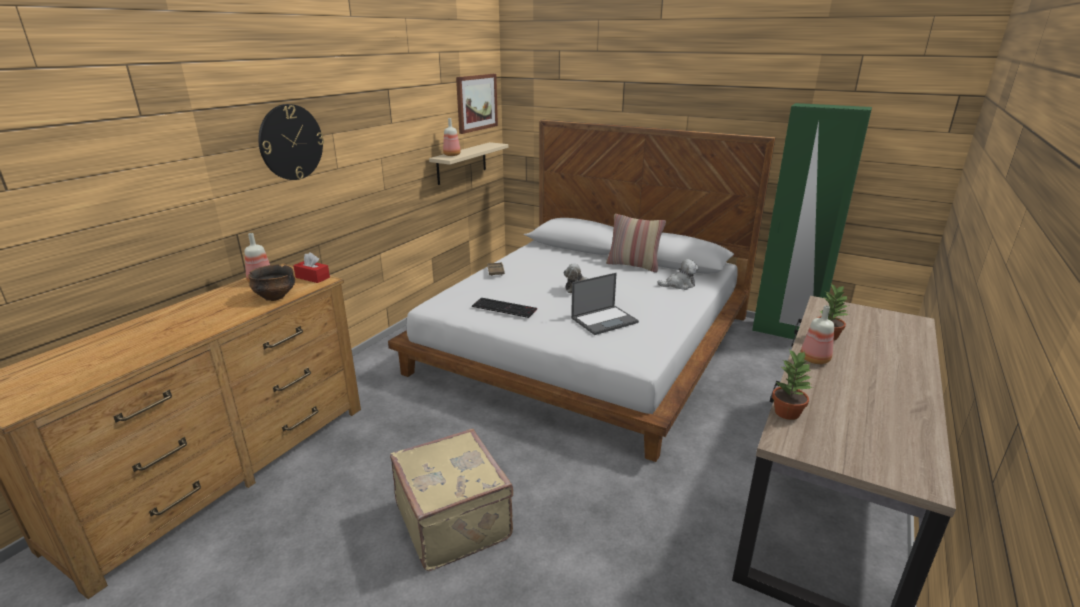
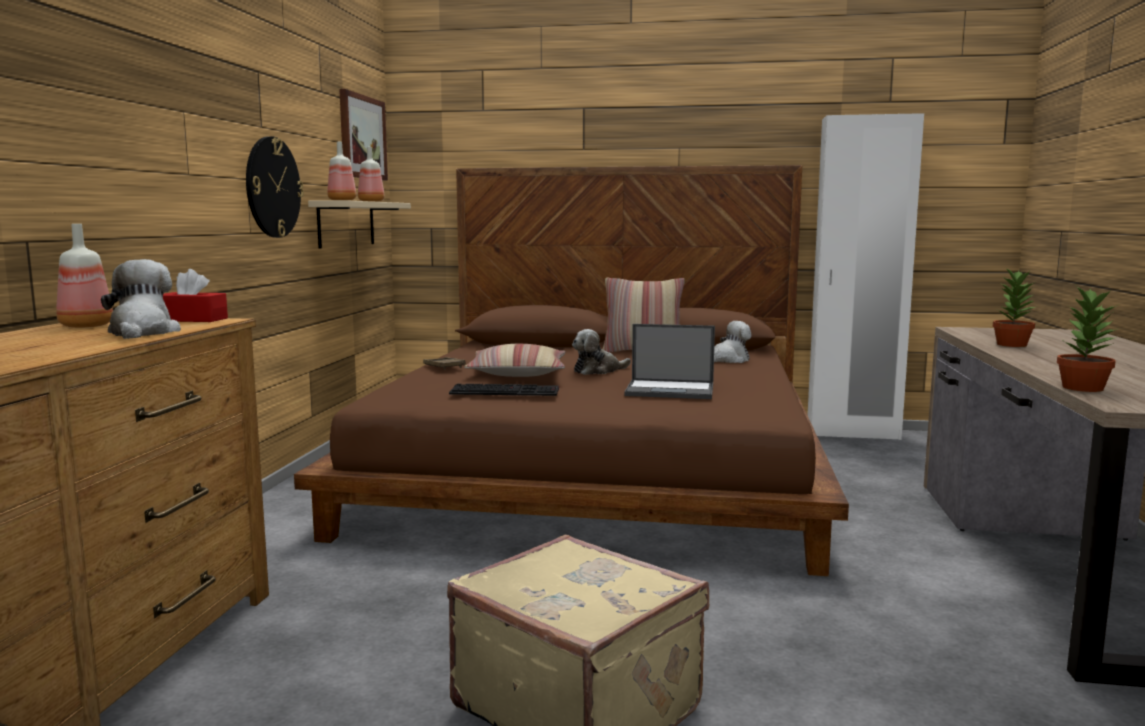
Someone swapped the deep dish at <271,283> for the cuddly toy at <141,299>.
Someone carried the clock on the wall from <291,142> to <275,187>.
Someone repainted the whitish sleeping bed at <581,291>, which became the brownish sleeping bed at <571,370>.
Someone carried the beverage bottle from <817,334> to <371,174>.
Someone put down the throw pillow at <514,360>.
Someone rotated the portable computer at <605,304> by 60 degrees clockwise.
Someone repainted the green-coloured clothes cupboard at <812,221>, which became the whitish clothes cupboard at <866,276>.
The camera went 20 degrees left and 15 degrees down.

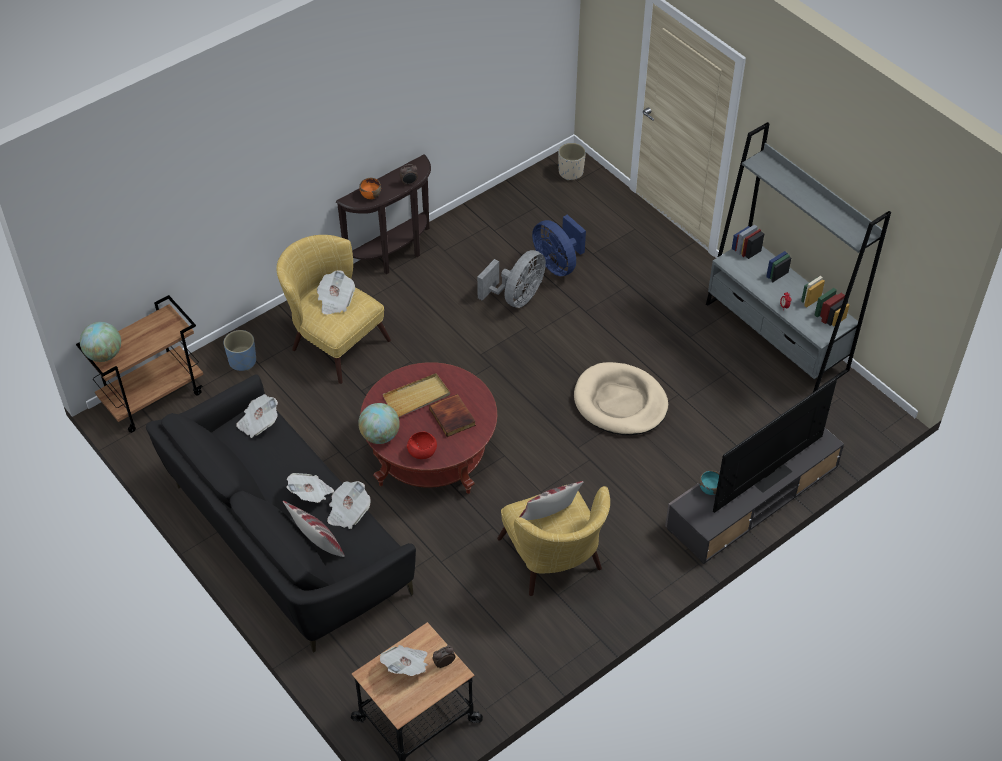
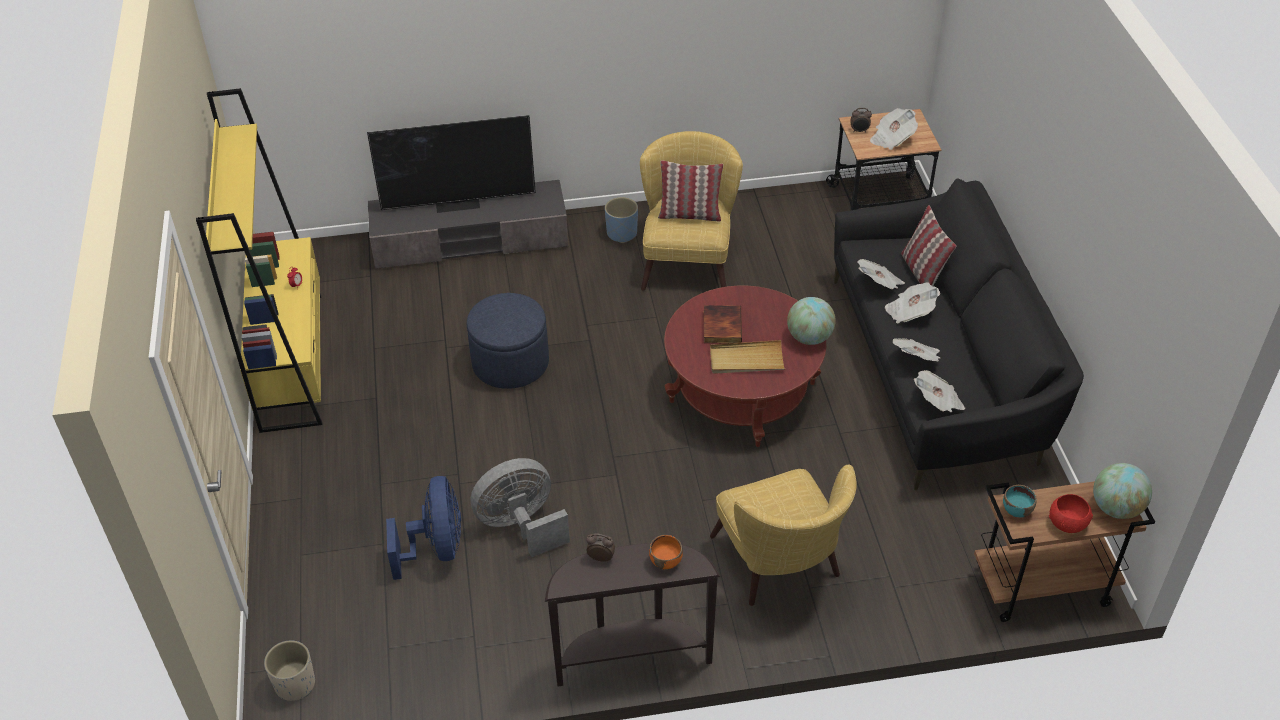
Someone repainted the gray bookshelf at <798,257>, which became the yellowish bookshelf at <259,260>.
Someone swapped the sand-coloured dog cushion at <621,398> for the blue-coloured pouffe at <508,341>.
Someone carried the blue-coloured planter from <240,350> to <621,220>.
Someone carried the daily paper from <336,292> to <916,350>.
Someone carried the blue-green deep dish from <709,483> to <1020,501>.
Someone carried the red-coloured deep dish from <422,445> to <1071,513>.
The camera went 150 degrees left and 5 degrees down.

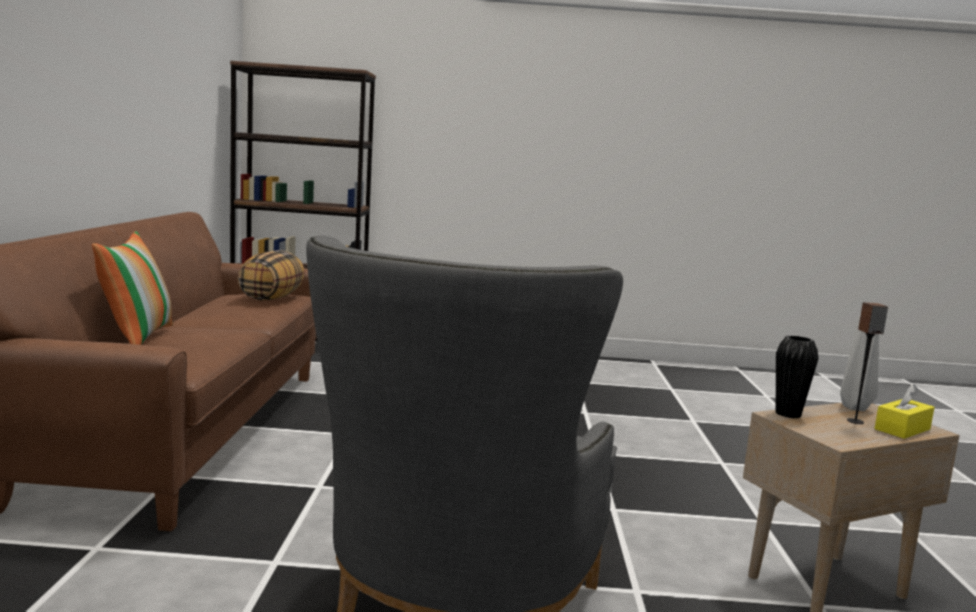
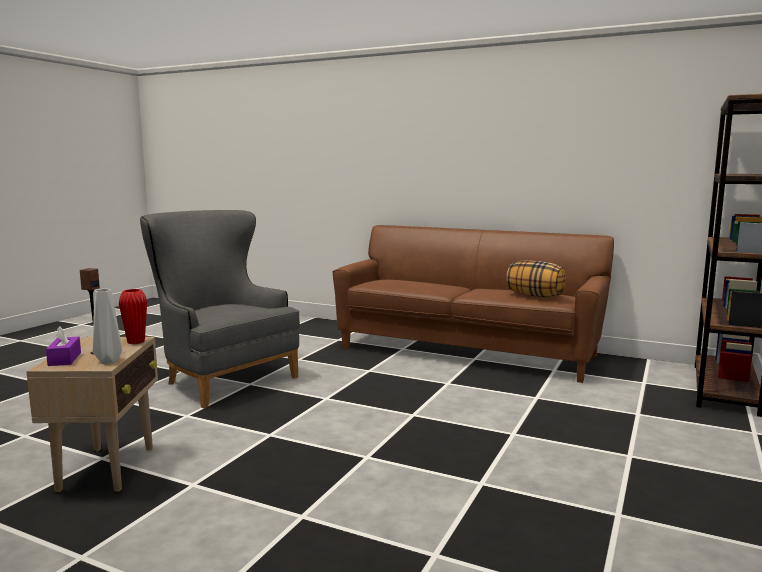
Someone repainted the yellowish box of tissues at <904,411>, which became the purplish box of tissues at <63,346>.
Someone repainted the blackish flower vase at <797,377>, which became the red-coloured flower vase at <133,316>.
Someone took away the throw pillow at <132,288>.
The camera went 115 degrees right and 0 degrees up.

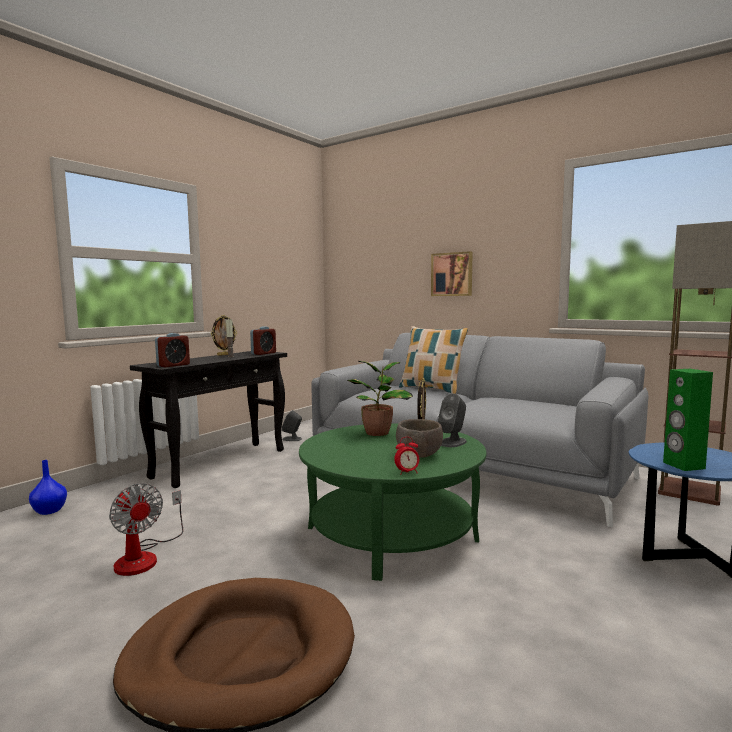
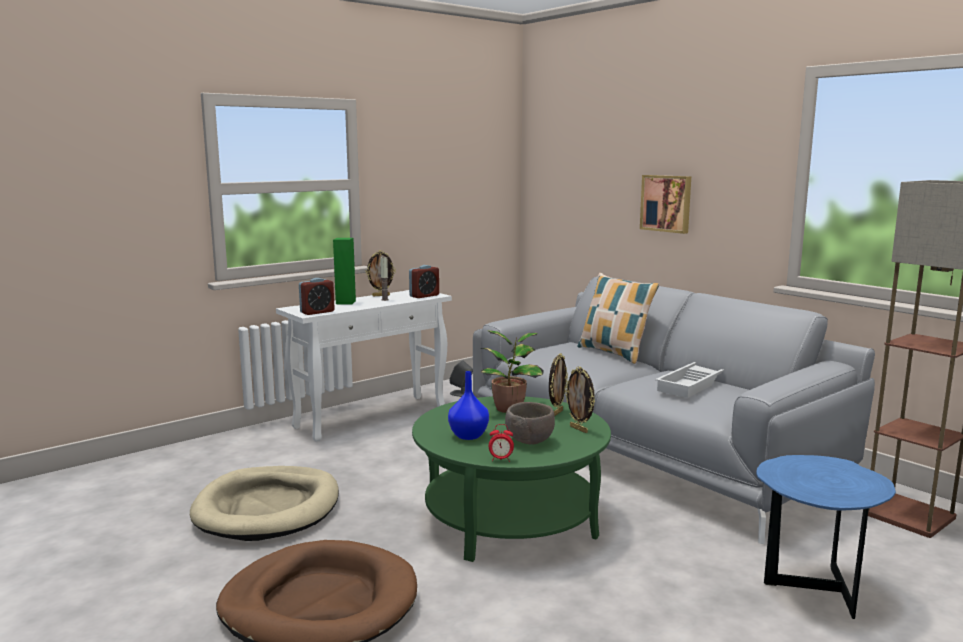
Someone swapped the electric fan at <146,529> for the sand-coloured dog cushion at <264,503>.
Someone repainted the blackish hall table at <208,419>, which became the whitish hall table at <364,366>.
Someone carried the green-coloured loudspeaker from <688,420> to <344,271>.
Someone carried the blue-coloured flower vase from <48,487> to <468,405>.
Someone swapped the gray loudspeaker at <452,420> for the photo frame at <579,399>.
Someone put down the whitish carrying tray at <689,380>.
The camera went 15 degrees right and 5 degrees up.

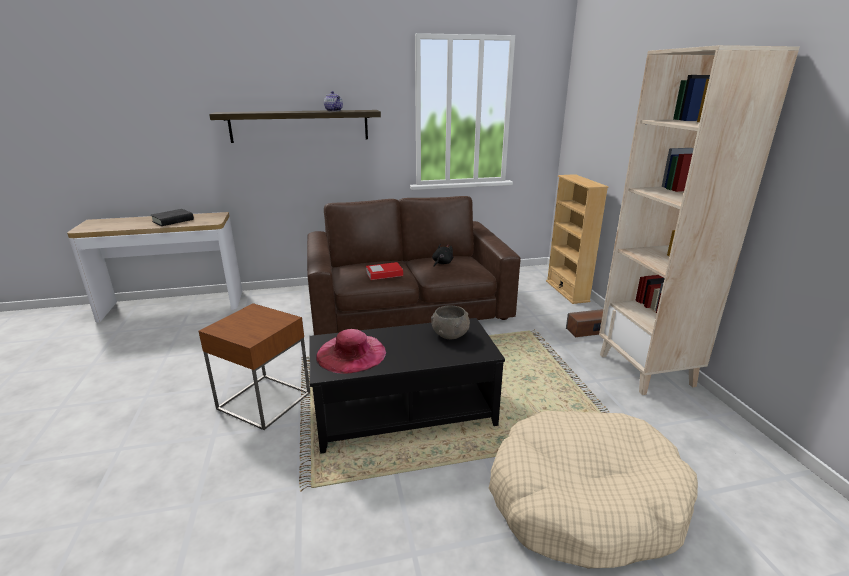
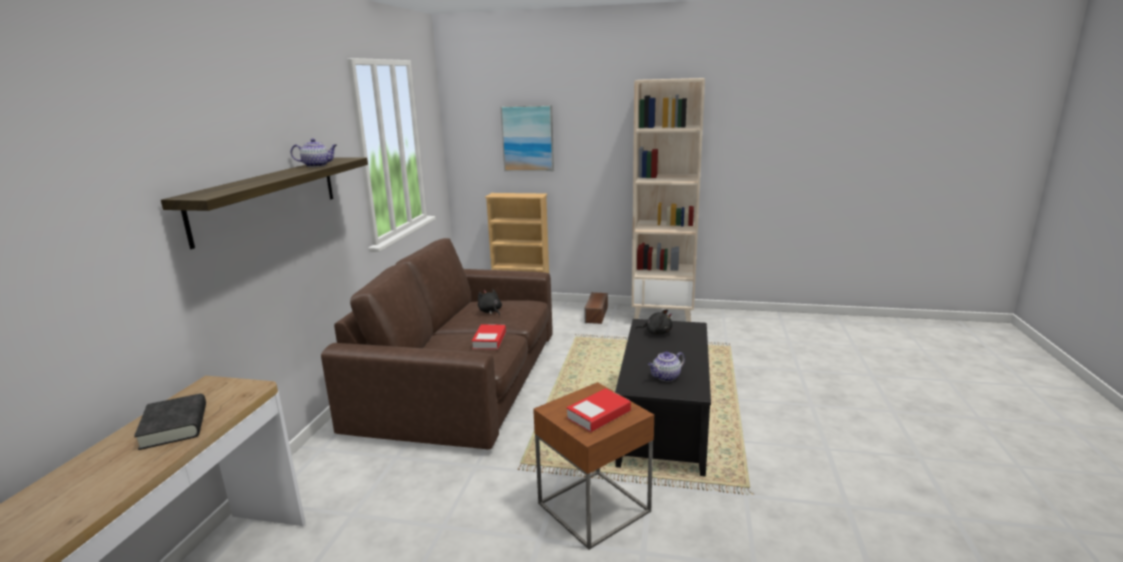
Someone put up the wall art at <527,138>.
Someone put down the bound book at <598,410>.
Someone swapped the gray deep dish at <450,322> for the blackish cuddly toy at <654,322>.
Someone swapped the pink wearable hat at <351,351> for the tea pot at <666,366>.
Someone took away the sand-coloured dog cushion at <593,489>.
The camera went 65 degrees left and 5 degrees down.

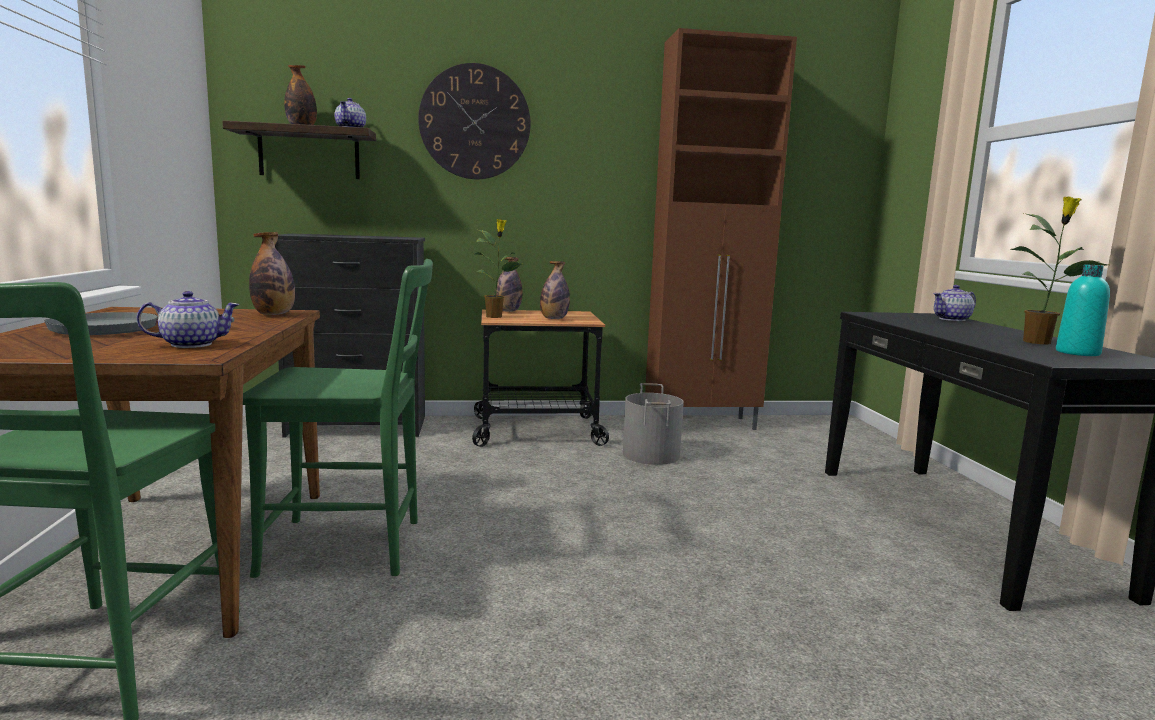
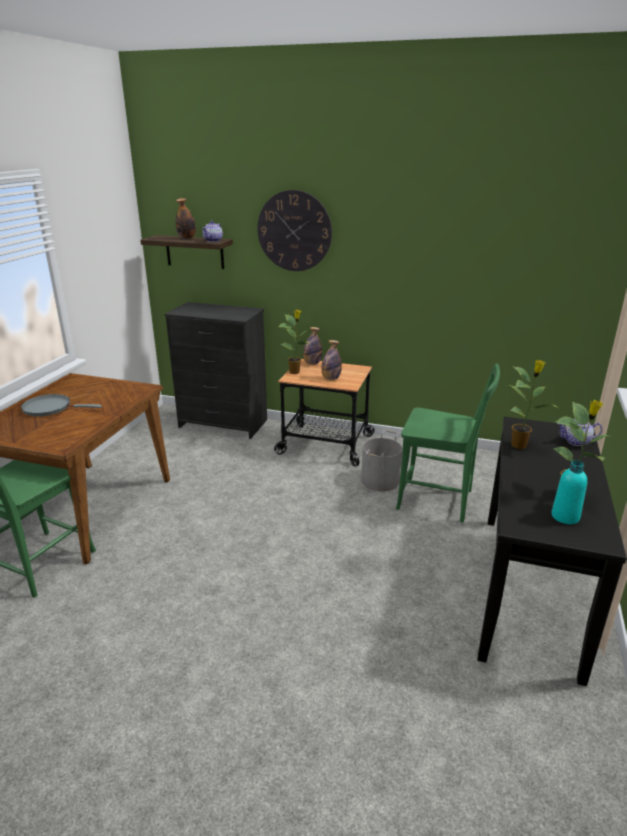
Someone carried the green-coloured plain chair from <338,418> to <448,443>.
Someone put down the plant in a pot at <531,404>.
Someone took away the tea pot at <188,319>.
Someone took away the beverage bottle at <272,273>.
Someone took away the brownish cabinet at <721,229>.
The camera went 25 degrees right and 15 degrees up.

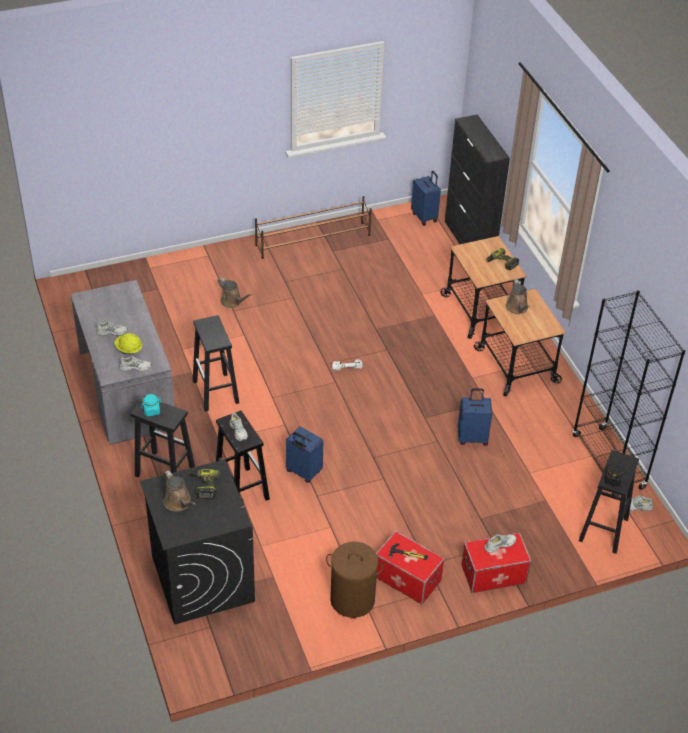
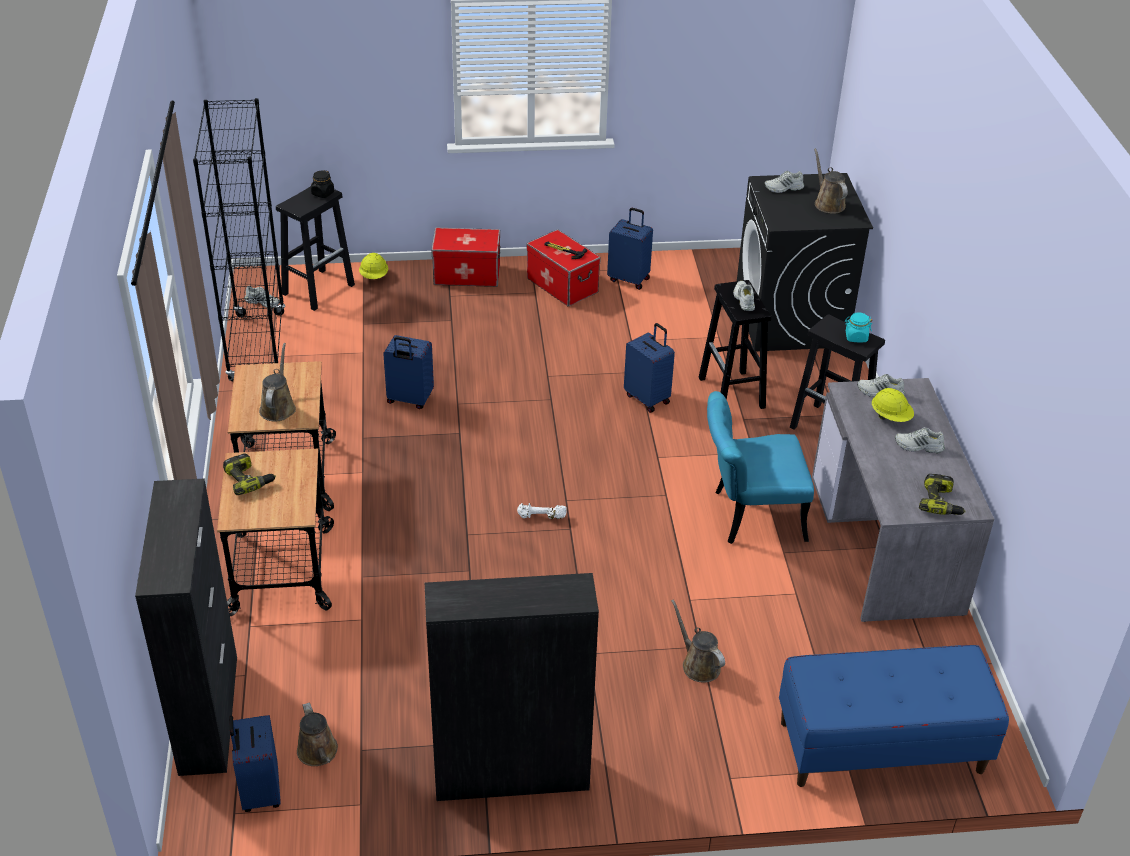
Someone put down the brownish watering pot at <317,734>.
Someone put down the yellowish work helmet at <373,266>.
Someone swapped the brownish shoe rack at <313,227> for the blackish cabinet at <512,687>.
Someone swapped the brownish laundry basket at <354,579> for the blue-coloured travel case at <630,249>.
Someone swapped the blackish stool at <216,363> for the blue-green plain chair at <760,467>.
Someone carried the whitish item of footwear from <500,543> to <784,182>.
Someone put down the blue-coloured indoor bench at <894,716>.
Someone carried the power drill from <204,484> to <942,494>.
The camera went 165 degrees left and 5 degrees down.

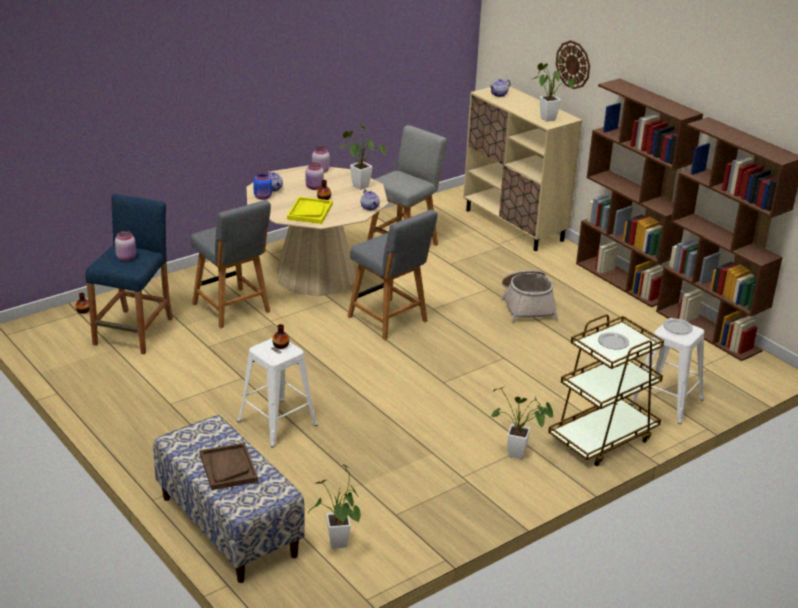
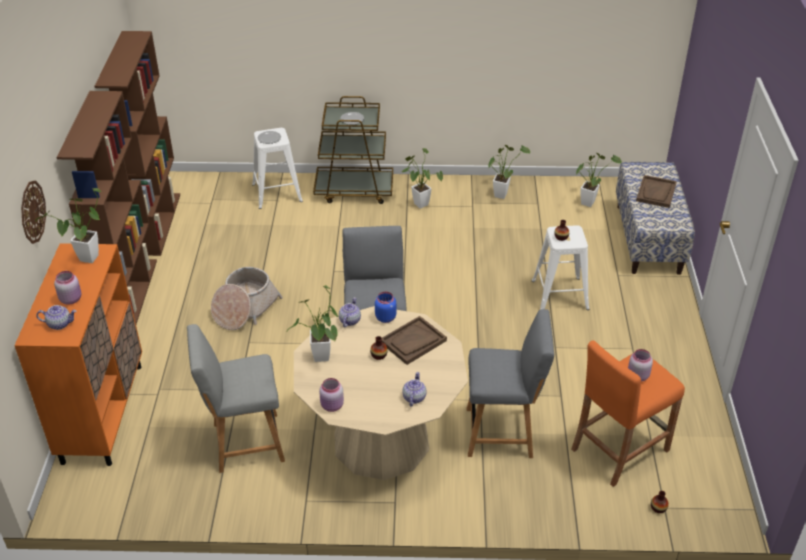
Someone repainted the sand-coloured cabinet at <522,168>, which became the orange-coloured cabinet at <78,354>.
Someone carried the pink storage jar from <315,176> to <67,288>.
Someone carried the blue-coloured storage jar from <262,186> to <385,307>.
Someone repainted the yellowish carrying tray at <310,210>, which became the brownish carrying tray at <414,340>.
Someone rotated the gray plain chair at <231,264> by 90 degrees clockwise.
Someone put down the plant in a pot at <509,172>.
Someone repainted the blue-coloured stool at <129,274>, which became the orange-coloured stool at <628,413>.
The camera went 140 degrees left and 10 degrees up.

